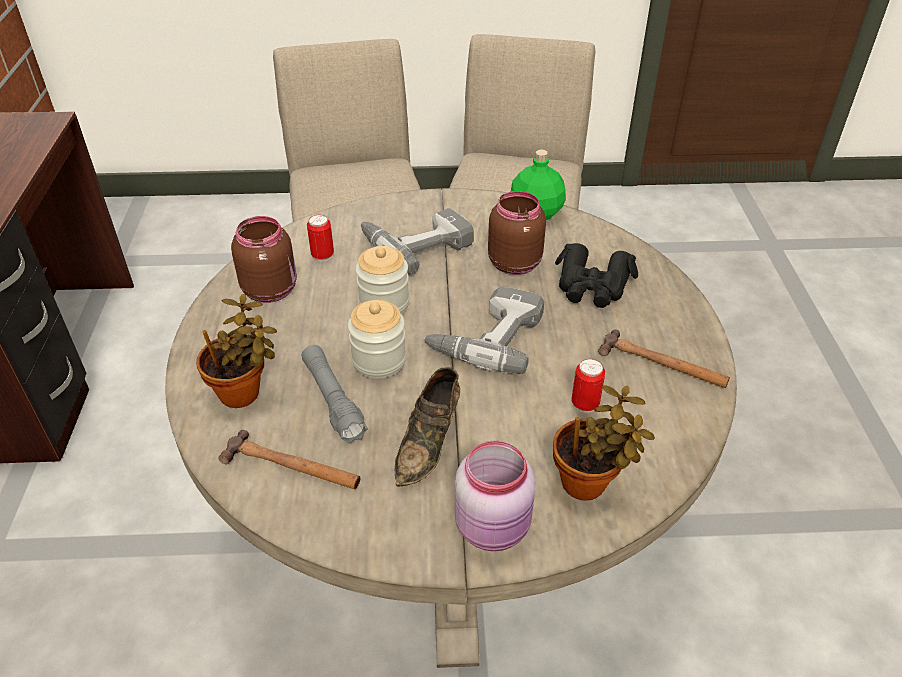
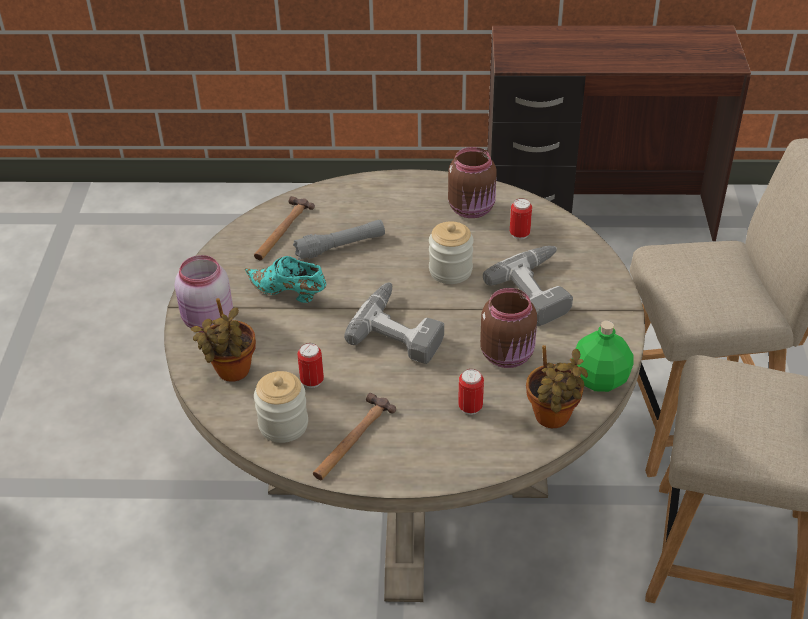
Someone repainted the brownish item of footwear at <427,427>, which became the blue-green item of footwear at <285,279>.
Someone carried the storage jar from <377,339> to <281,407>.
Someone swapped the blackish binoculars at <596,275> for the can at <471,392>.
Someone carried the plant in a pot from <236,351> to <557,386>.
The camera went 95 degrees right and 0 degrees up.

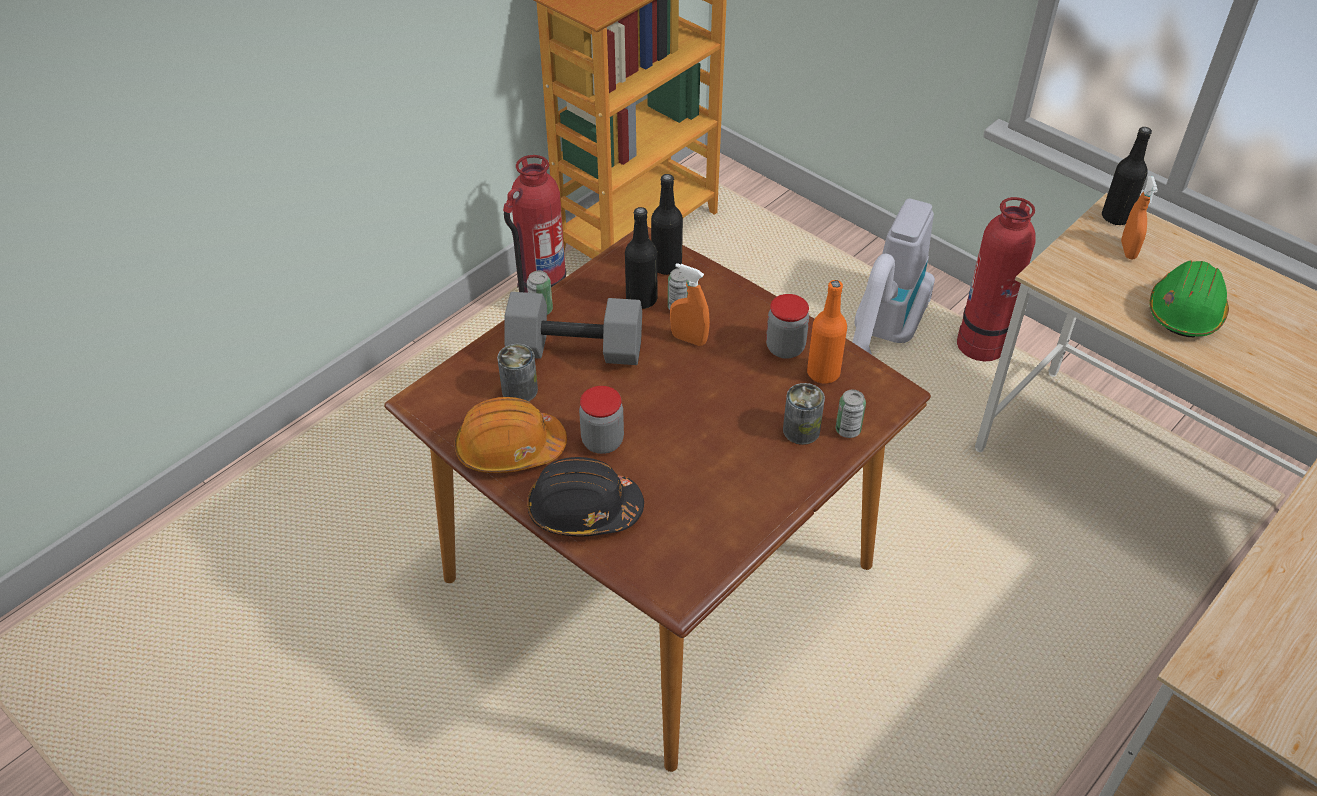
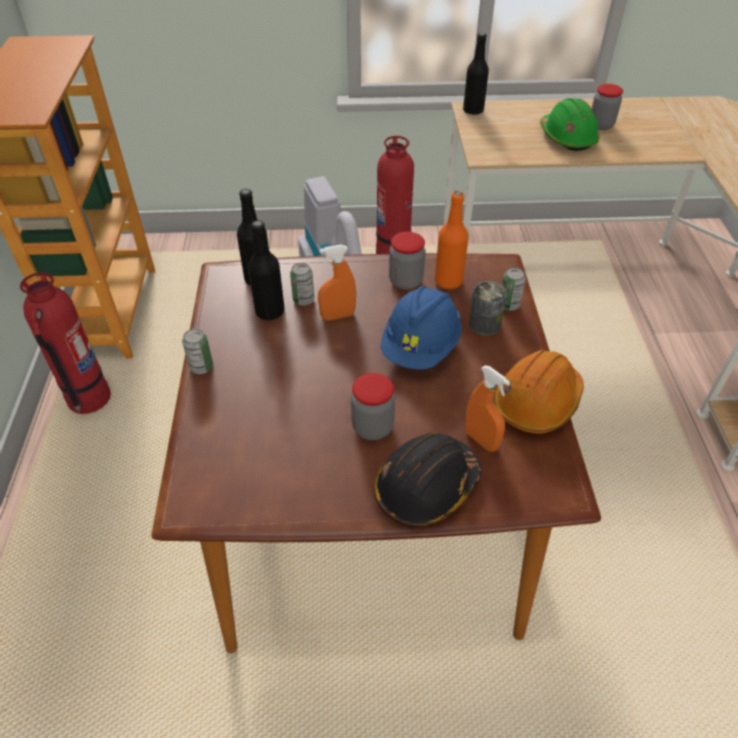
Someone put down the blue-coloured work helmet at <421,328>.
Someone carried the orange-coloured hand sprayer from <1139,218> to <487,408>.
Someone carried the orange-coloured work helmet from <511,435> to <539,392>.
Someone put down the storage jar at <607,107>.
Someone took away the can at <517,373>.
Someone took away the gray hand weight at <573,328>.
The camera went 45 degrees left and 0 degrees up.

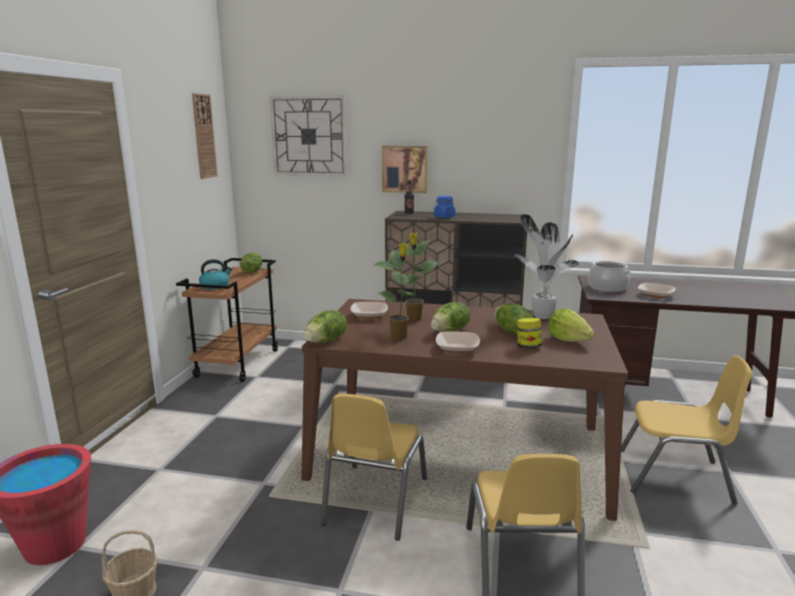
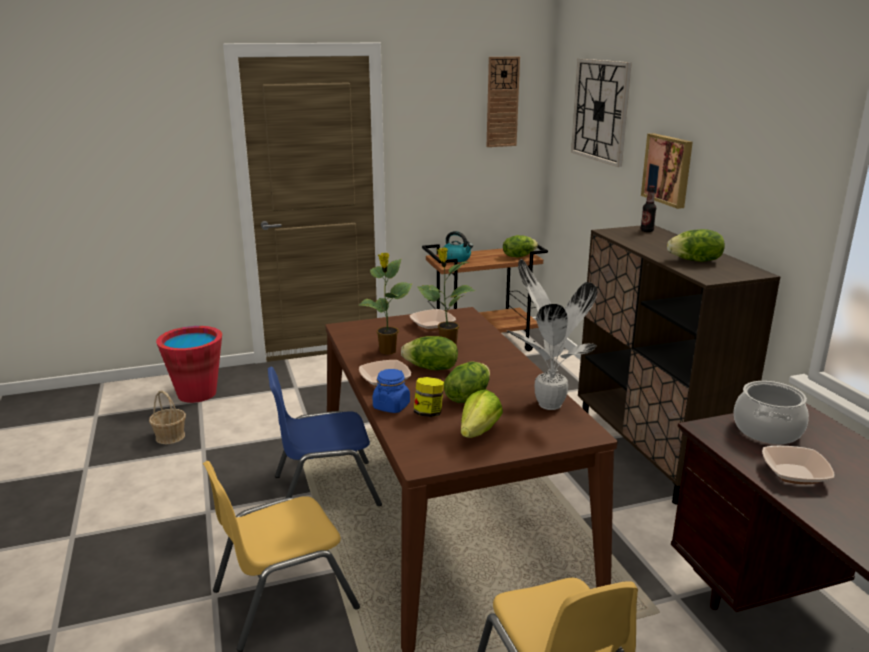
Someone repainted the yellowish plain chair at <373,467>, which became the blue-coloured plain chair at <325,436>.
Someone carried the blue-coloured storage jar from <445,207> to <391,391>.
Someone carried the lettuce from <325,326> to <696,245>.
The camera went 60 degrees right and 5 degrees up.

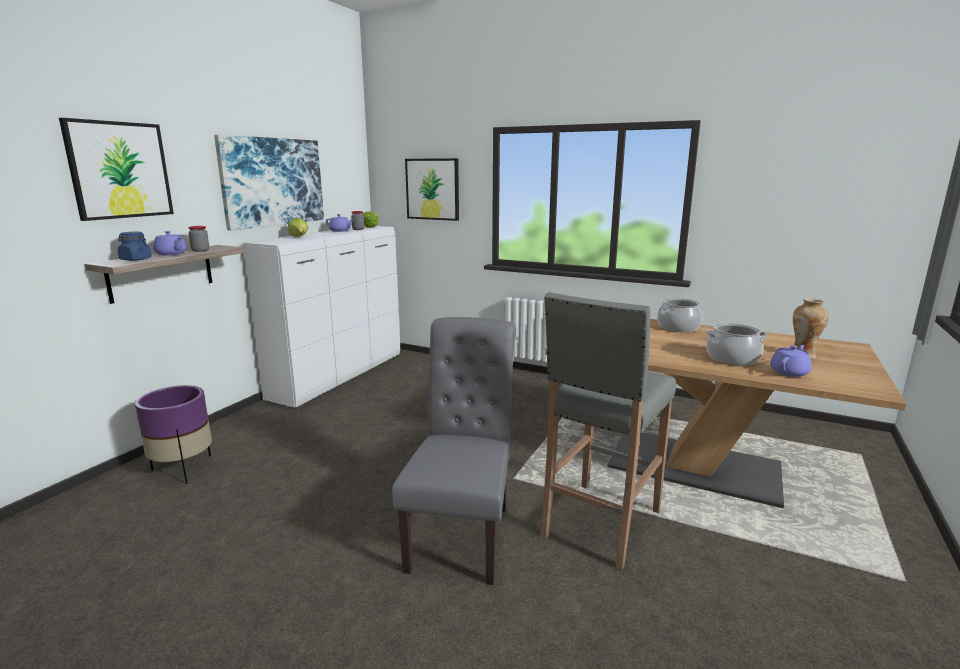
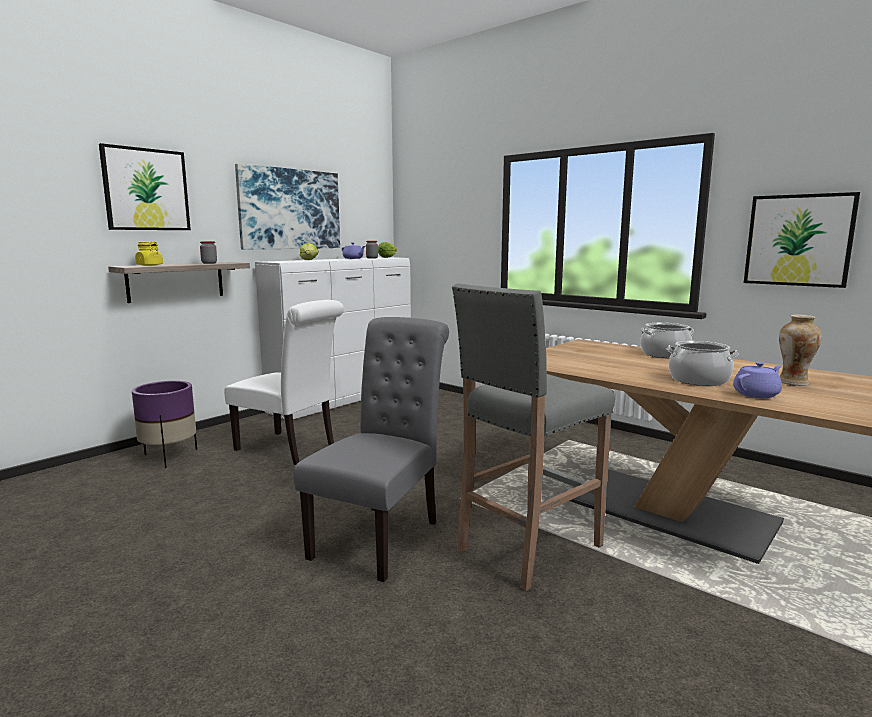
Someone repainted the blue-coloured storage jar at <135,246>, which became the yellowish storage jar at <149,253>.
Someone put down the whitish plain chair at <284,382>.
Someone carried the wall art from <432,189> to <802,240>.
Someone took away the purplish tea pot at <170,243>.
The camera went 15 degrees right and 5 degrees down.

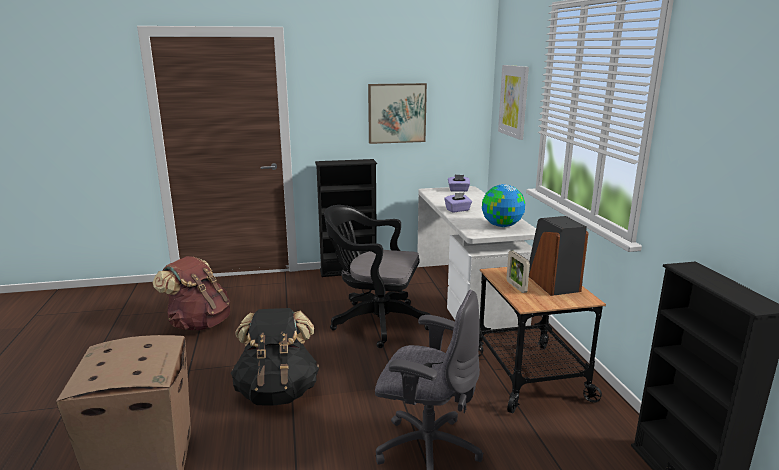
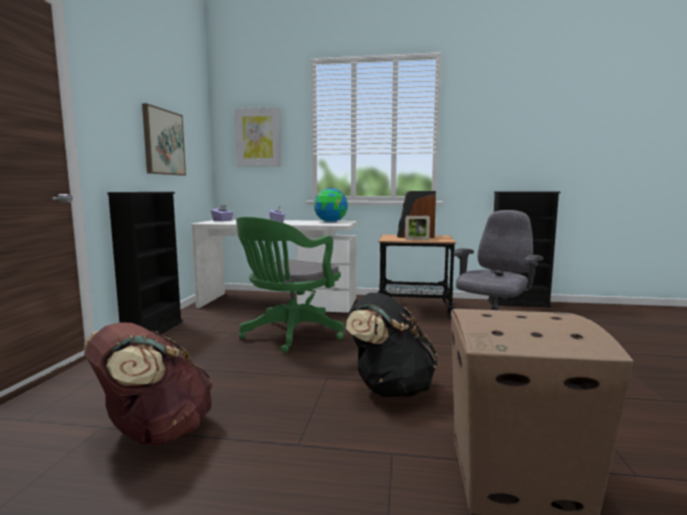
Someone repainted the blackish desk chair at <377,276>, which became the green-coloured desk chair at <290,285>.
The camera went 70 degrees left and 10 degrees down.

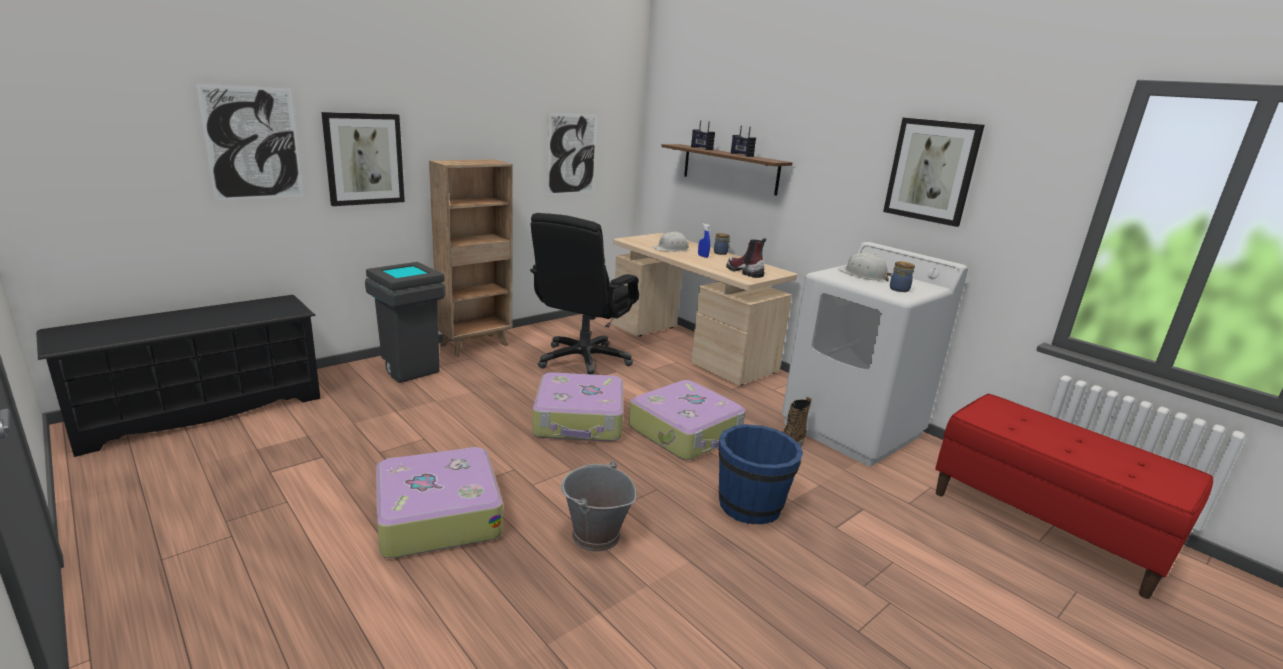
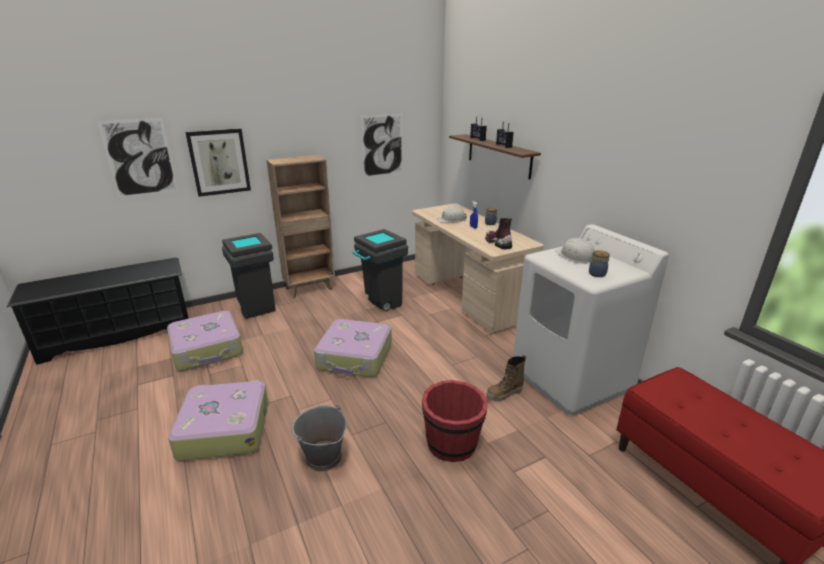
Someone carried the travel case from <687,420> to <205,341>.
Someone swapped the blackish desk chair at <584,294> for the gray waste bin at <380,270>.
Someone repainted the blue-coloured water bucket at <760,474>, which became the red-coloured water bucket at <455,421>.
Someone took away the wall art at <934,172>.
The camera went 15 degrees right and 5 degrees up.

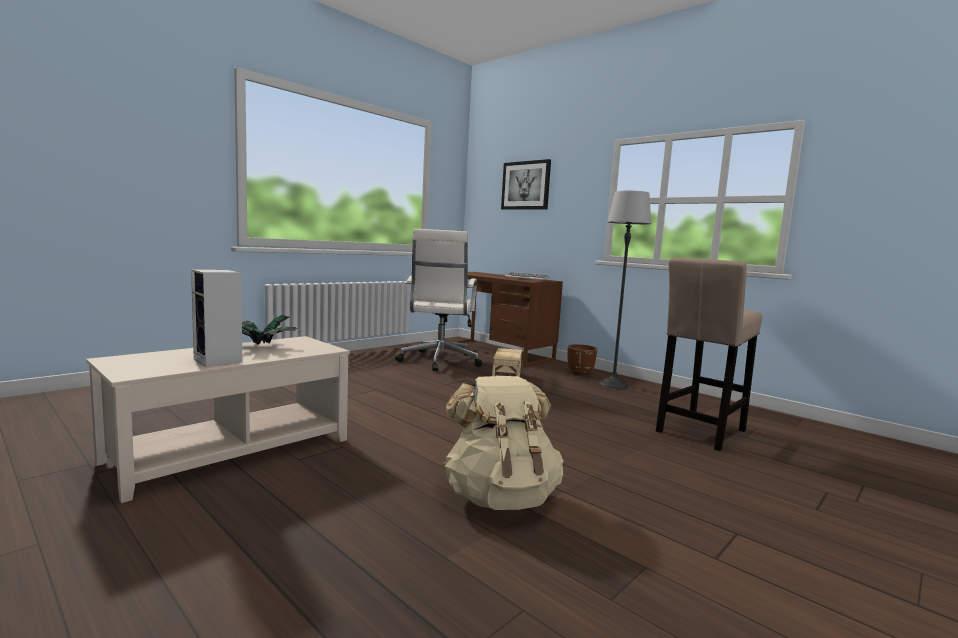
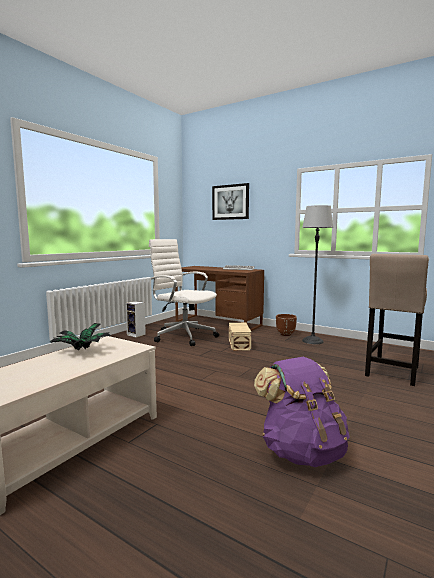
Someone carried the loudspeaker from <216,318> to <136,319>.
Someone rotated the whitish desk chair at <438,300> by 135 degrees clockwise.
Someone repainted the sand-coloured backpack at <503,443>, which became the purplish backpack at <301,412>.
The camera went 10 degrees left and 0 degrees up.

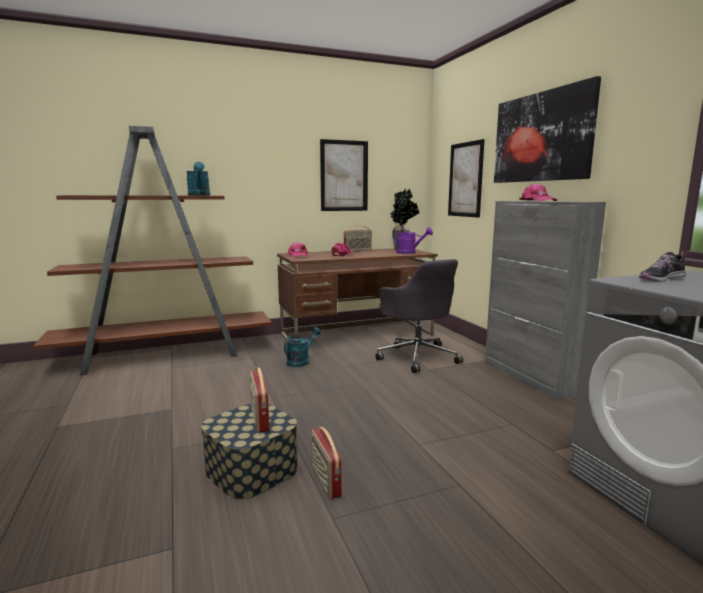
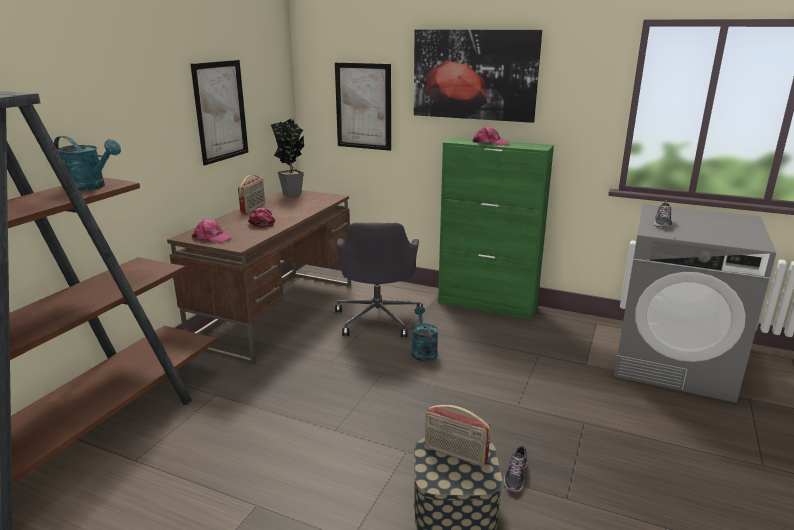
Someone rotated the gray desk chair at <419,316> by 75 degrees clockwise.
Someone carried the blue-green watering pot from <302,347> to <425,334>.
Someone repainted the gray cabinet at <545,300>, which became the green-coloured cabinet at <496,228>.
Someone swapped the radio at <326,463> for the item of footwear at <515,467>.
Someone took away the purplish watering pot at <412,240>.
The camera went 45 degrees left and 10 degrees up.

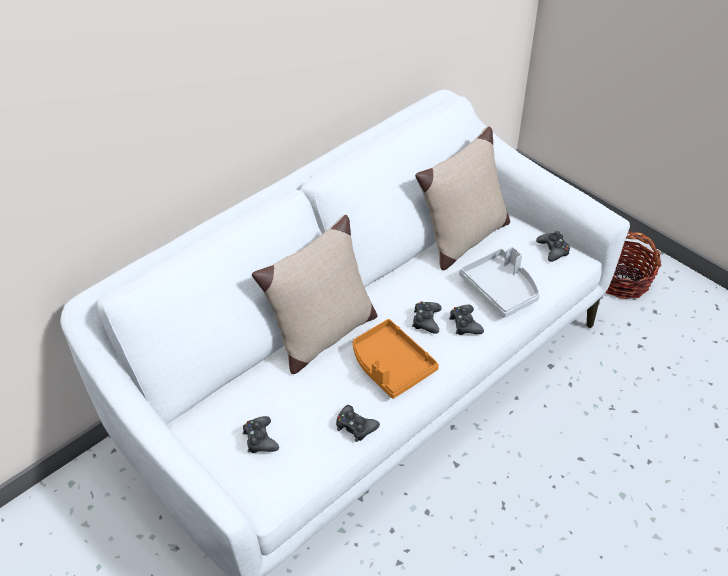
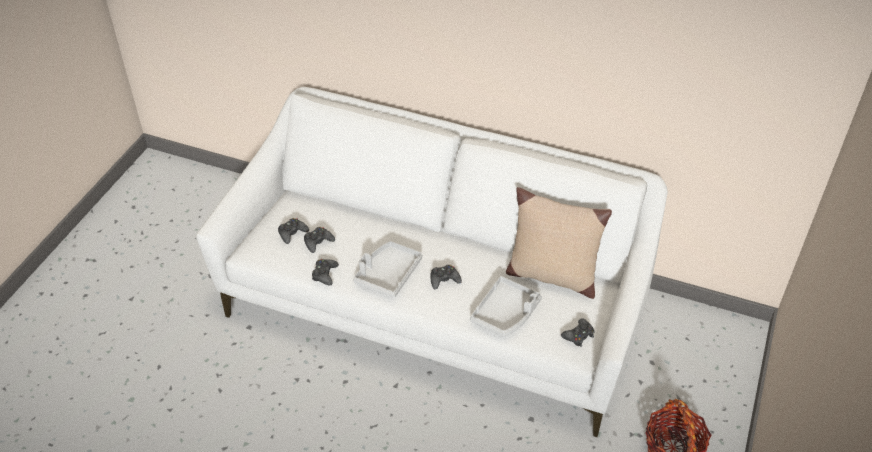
Someone carried the blackish gamepad from <466,320> to <319,240>.
Someone repainted the orange-coloured carrying tray at <396,359>, which became the gray carrying tray at <387,269>.
Someone took away the sand-coloured throw pillow at <314,294>.
The camera went 65 degrees right and 0 degrees up.

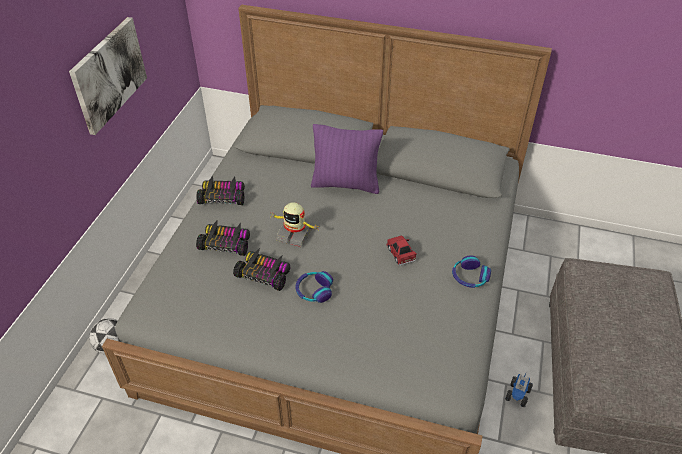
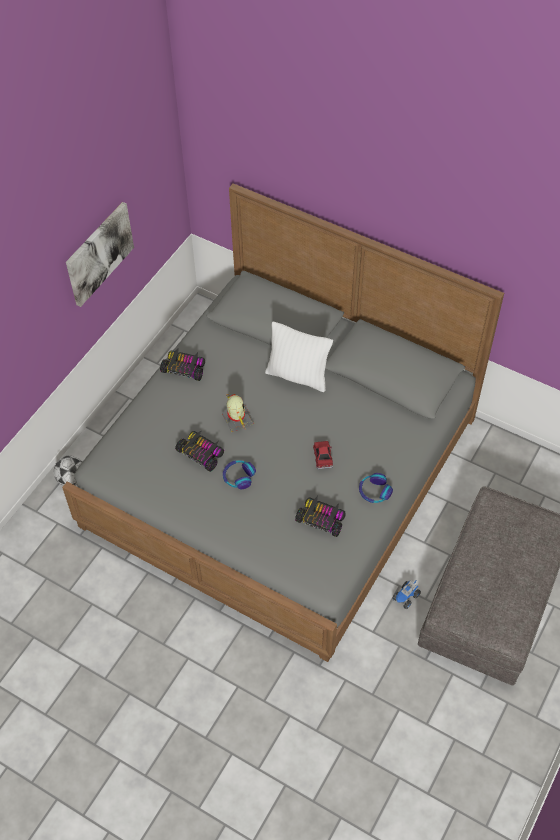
Someone rotated the toy robot at <294,224> by 150 degrees counterclockwise.
Someone repainted the purplish throw pillow at <347,159>, which became the whitish throw pillow at <299,357>.
Someone carried the model car from <223,238> to <320,516>.
The camera went 15 degrees right and 10 degrees up.

